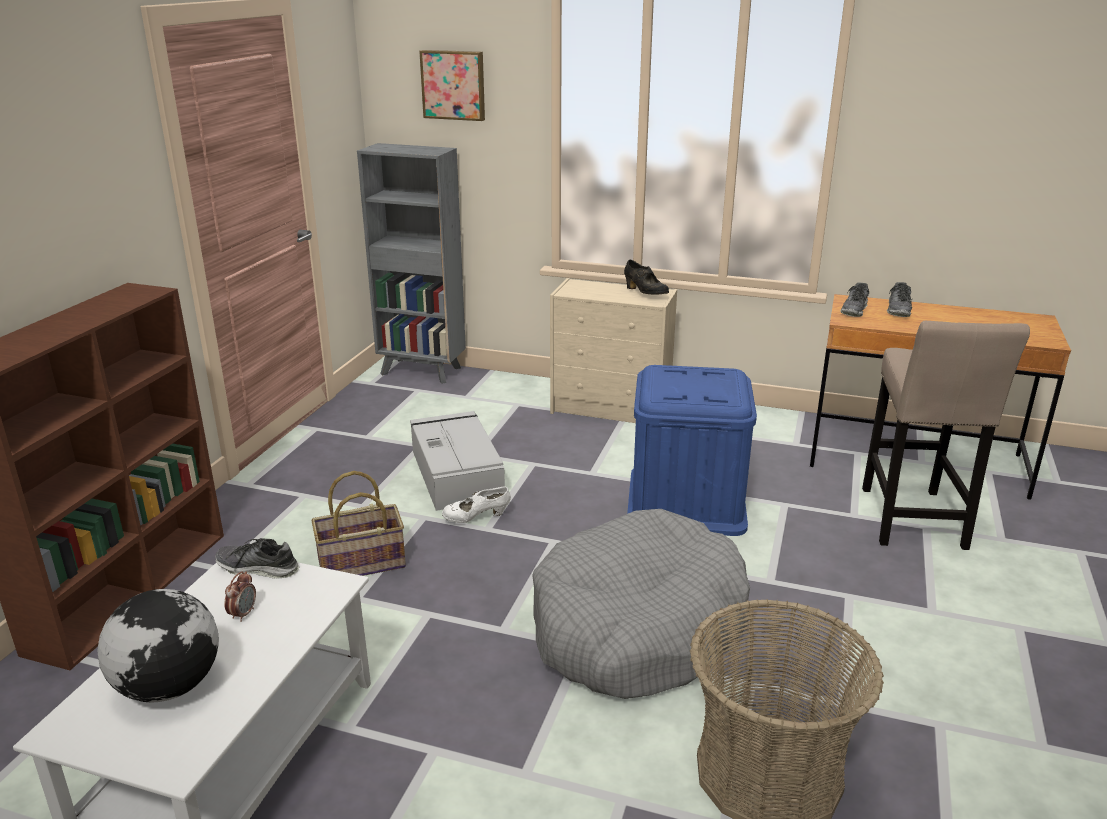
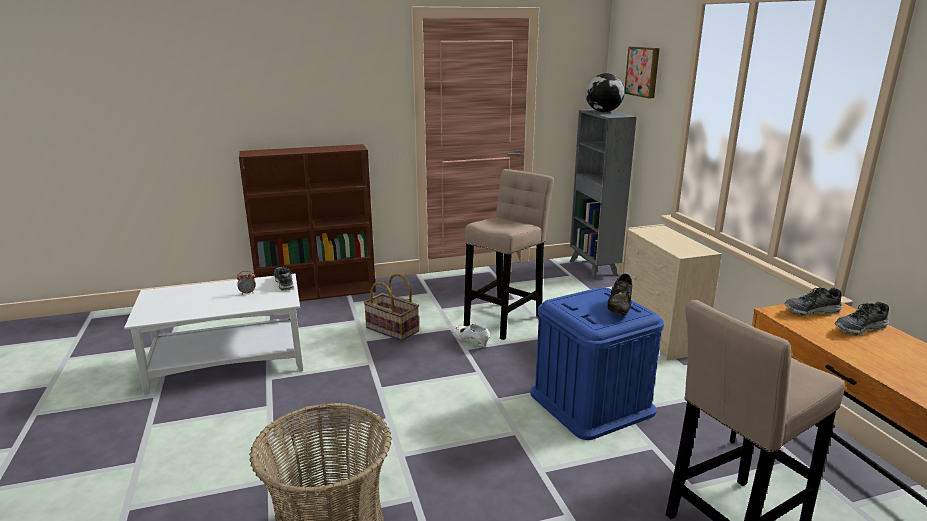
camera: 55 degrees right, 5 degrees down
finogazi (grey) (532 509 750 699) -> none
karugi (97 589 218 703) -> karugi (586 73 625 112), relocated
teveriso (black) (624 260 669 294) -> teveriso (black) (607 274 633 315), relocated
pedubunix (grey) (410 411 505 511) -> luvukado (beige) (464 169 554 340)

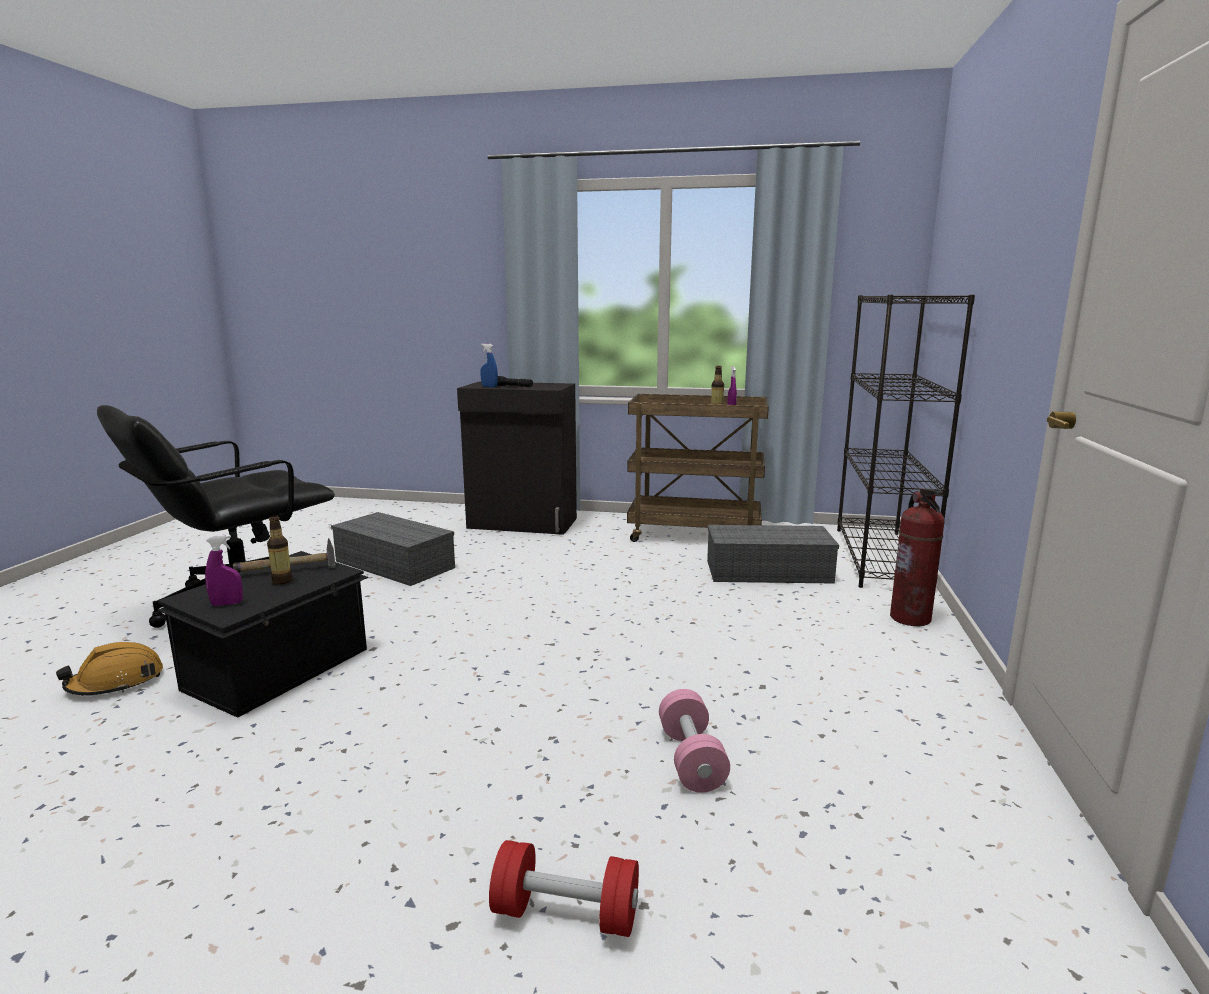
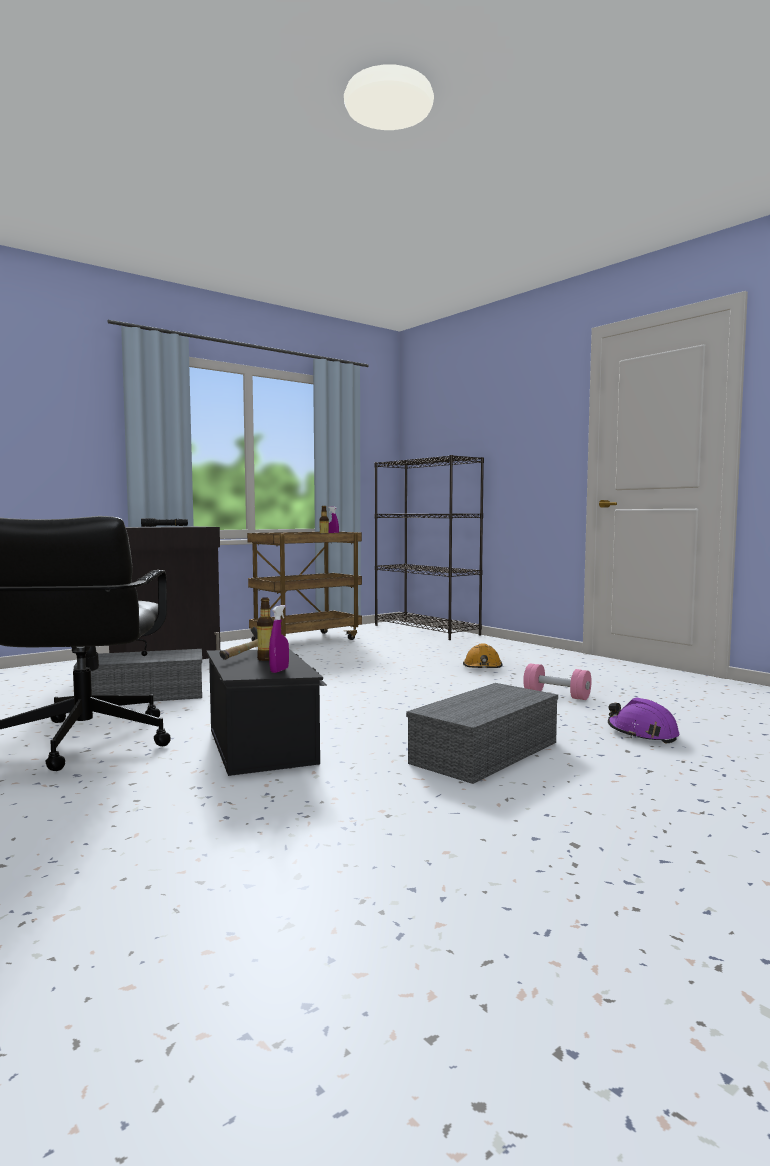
camera: 50 degrees left, 10 degrees down
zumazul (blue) (480 343 498 387) -> none
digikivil (890 489 945 626) -> none
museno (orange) (56 642 163 695) -> museno (orange) (463 643 502 668), relocated
pedubunix (grey) (707 525 839 584) -> pedubunix (grey) (406 683 558 784), relocated
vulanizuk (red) (489 840 639 937) -> museno (purple) (608 697 679 744)

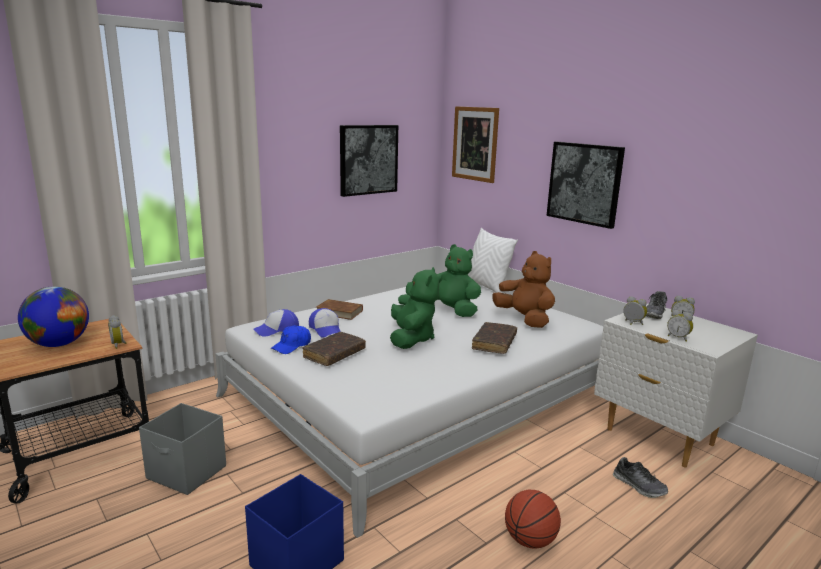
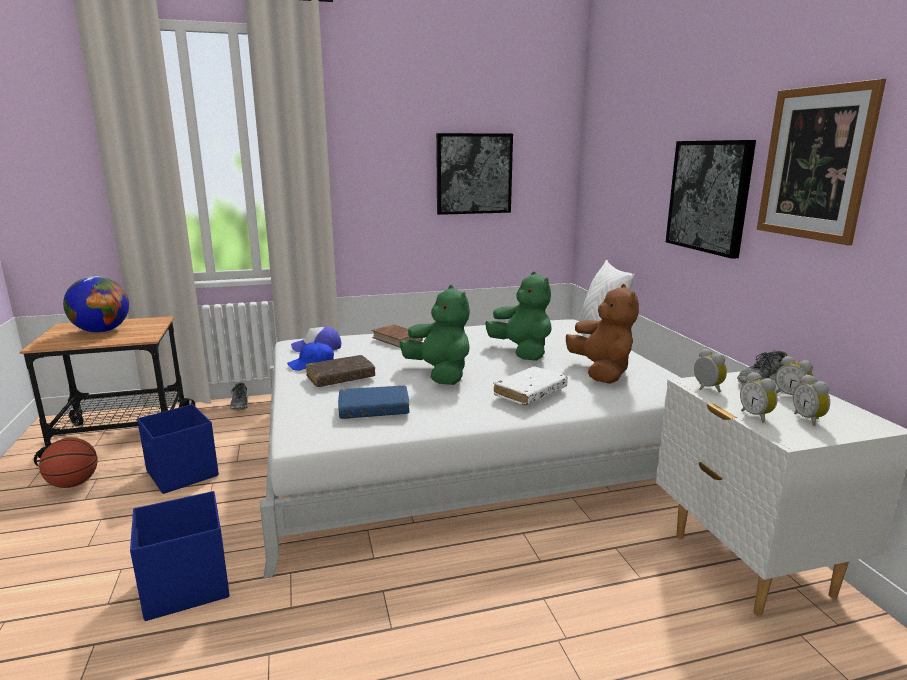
camera: 25 degrees right, 0 degrees up
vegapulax (309 308 341 338) -> none
none -> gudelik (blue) (338 386 410 419)
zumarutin (108 315 126 349) -> zumarutin (793 374 830 426), relocated
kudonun (452 106 499 183) -> kudonun (757 79 886 245), relocated
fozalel (505 490 561 549) -> fozalel (39 438 98 488), relocated
teveriso (613 457 668 498) -> teveriso (230 383 248 410), relocated
pedubunix (grey) (139 403 226 495) -> pedubunix (blue) (137 404 219 494)
gudelik (brown) (472 322 517 354) -> gudelik (white) (493 366 568 405)
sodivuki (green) (390 267 439 349) -> sodivuki (green) (399 285 470 385), 60 degrees counterclockwise

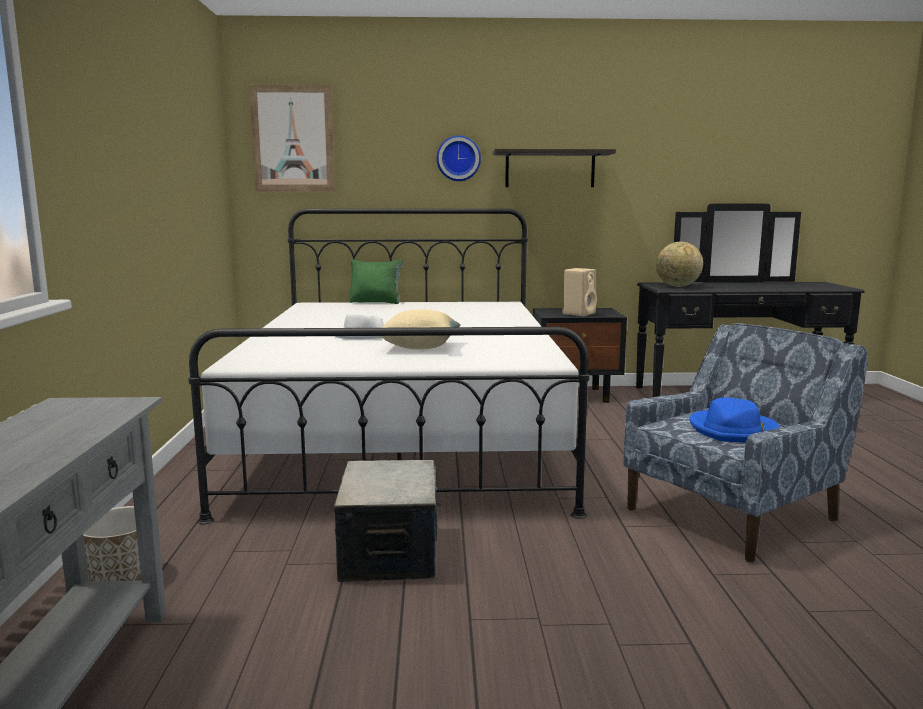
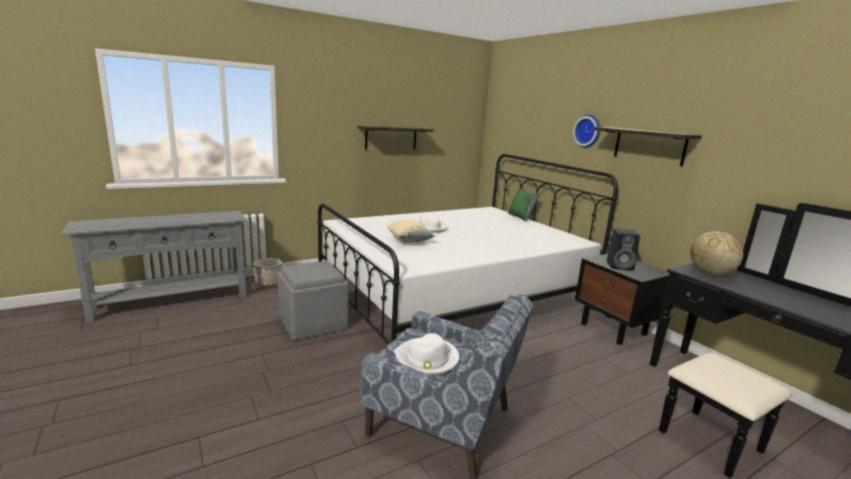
camera: 60 degrees right, 5 degrees up
kudonun (249 85 335 192) -> none
none -> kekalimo (358 126 433 149)
pedubunix (334 460 441 582) -> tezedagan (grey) (277 261 349 340)
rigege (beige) (562 268 597 316) -> rigege (black) (607 228 640 271)
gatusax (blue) (690 397 780 442) -> gatusax (white) (394 333 460 375)

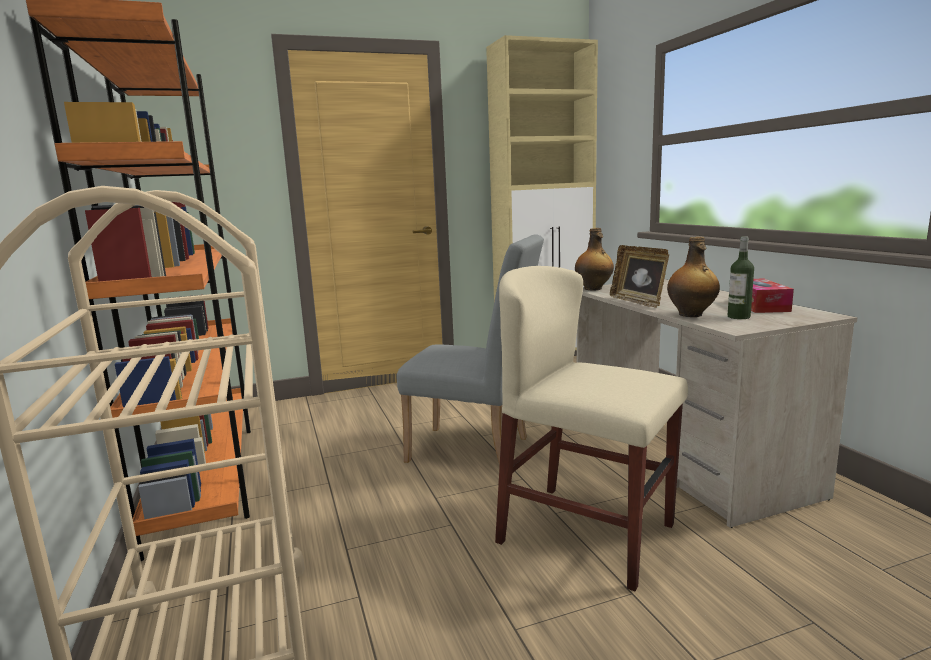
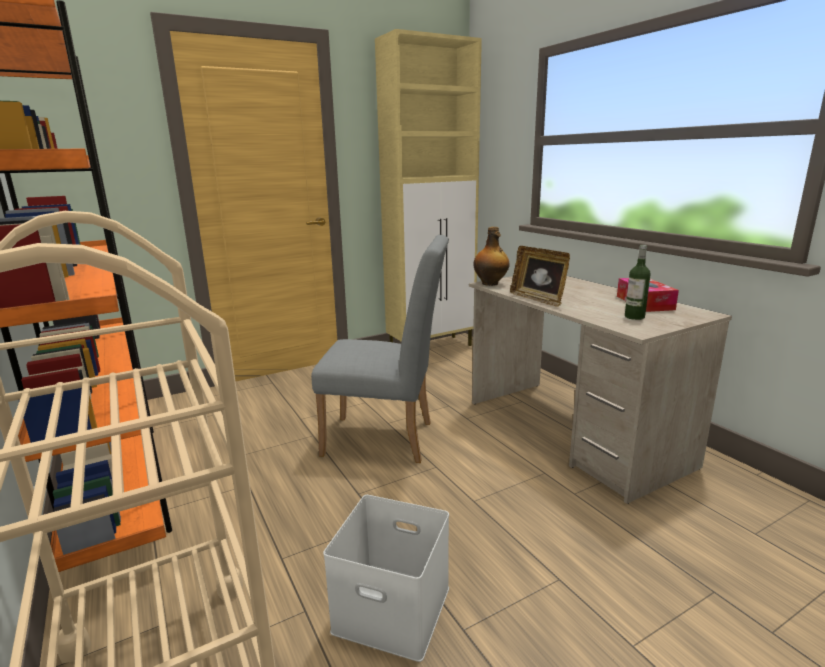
camera: 10 degrees left, 5 degrees up
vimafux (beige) (495 266 688 591) -> none
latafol (667 237 720 317) -> none
none -> pedubunix (white) (323 495 449 662)

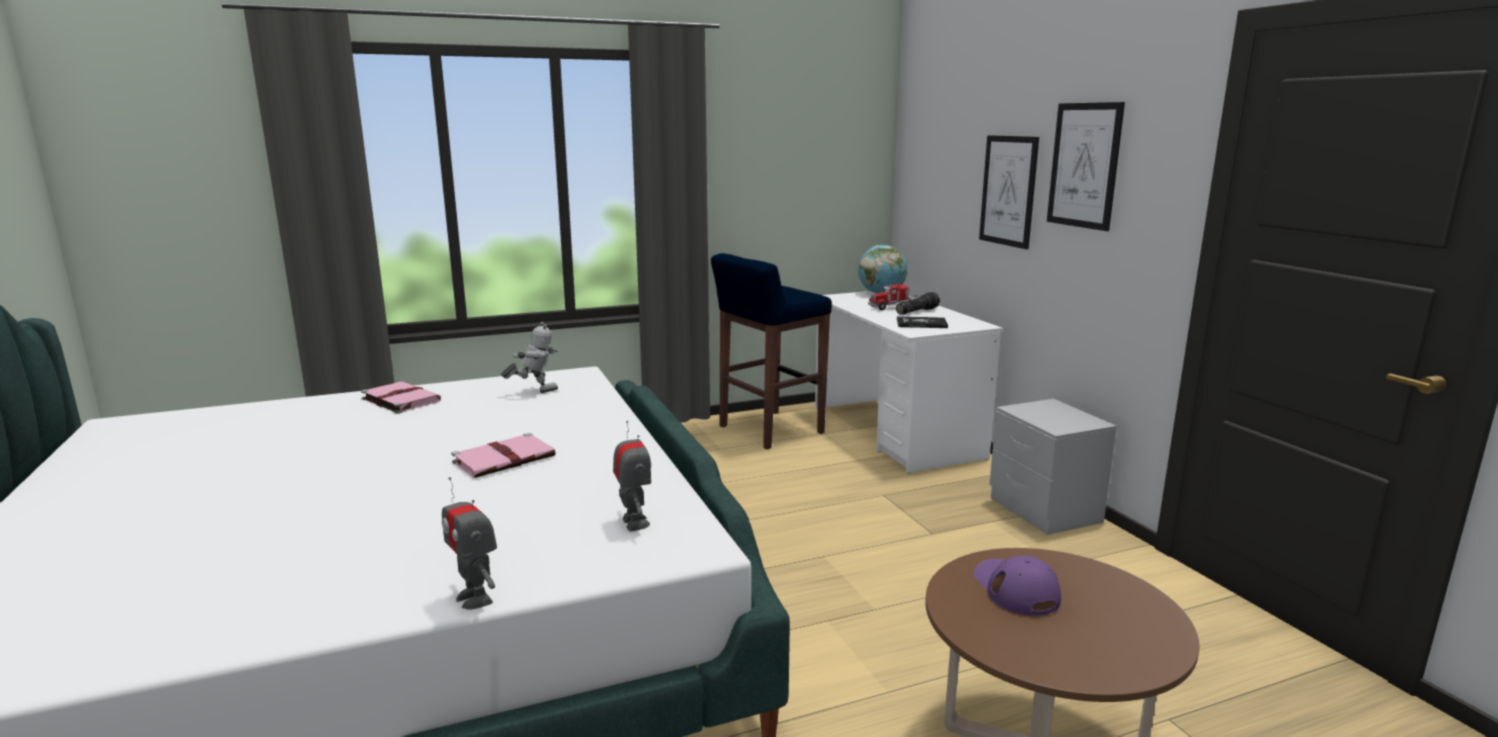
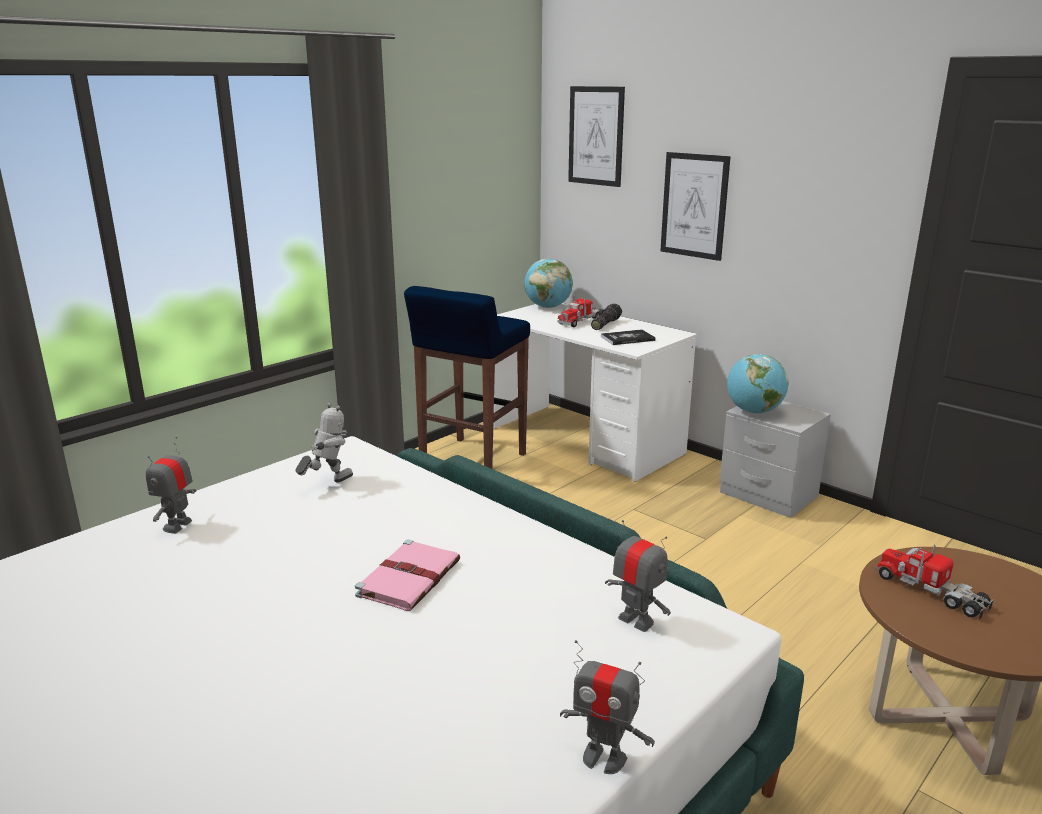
camera: 25 degrees left, 5 degrees up
none -> karugi (727 354 789 414)
kudonun (1047 102 1125 231) -> kudonun (568 86 625 187), relocated
gudelik (pink) (361 382 441 414) -> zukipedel (146 437 196 534)
vegapulax (purple) (973 556 1061 616) -> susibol (875 544 994 621)

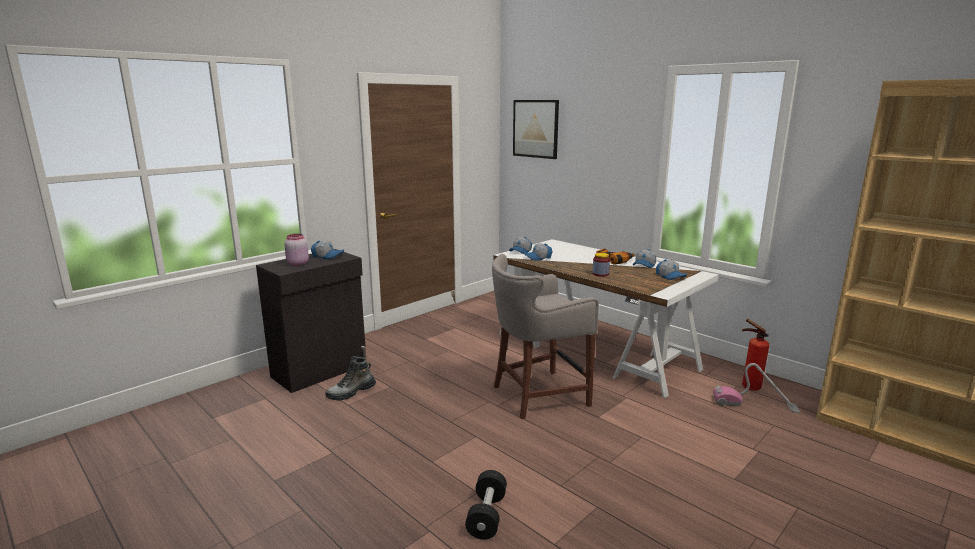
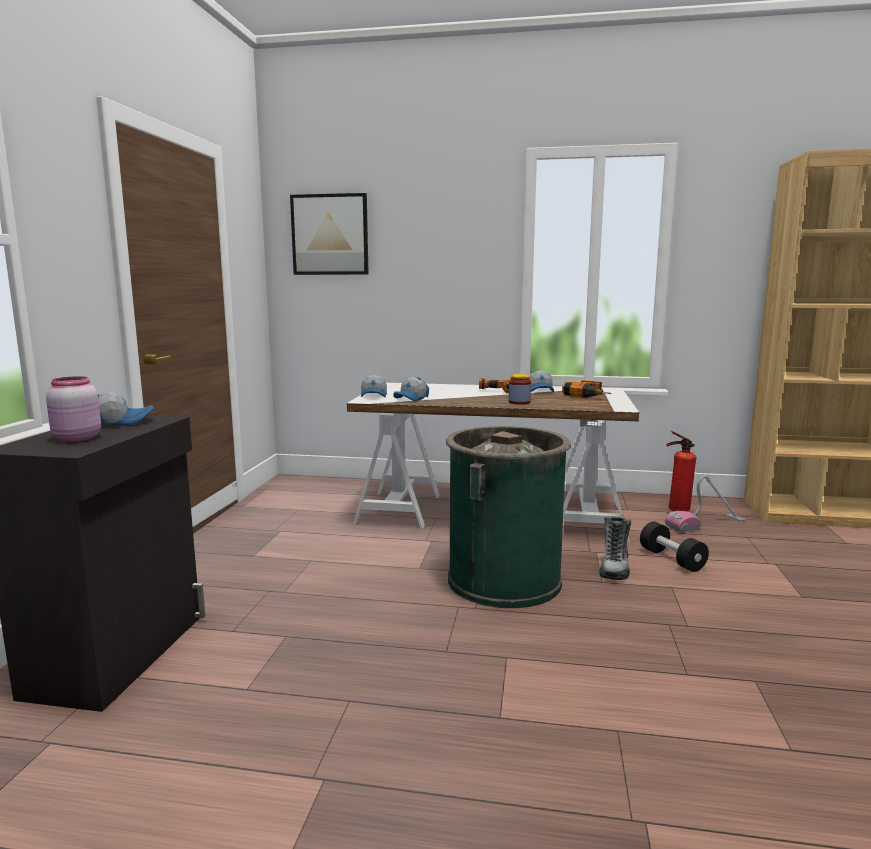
camera: 35 degrees left, 5 degrees down
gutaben (325 356 376 401) -> gutaben (599 517 631 580), relocated
vulanizuk (black) (465 470 507 540) -> vulanizuk (black) (640 522 709 572), relocated
luvukado (grey) (492 254 599 419) -> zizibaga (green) (446 426 571 608)
vegapulax (656 259 687 280) -> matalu (562 380 611 398)

